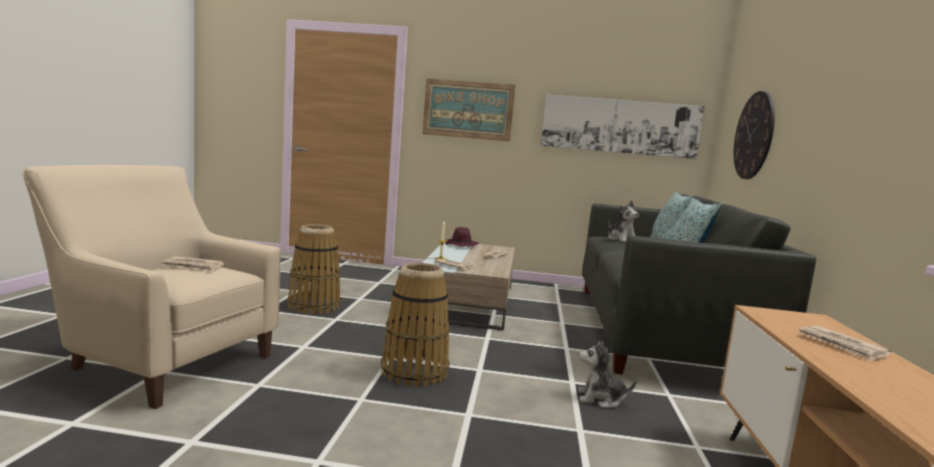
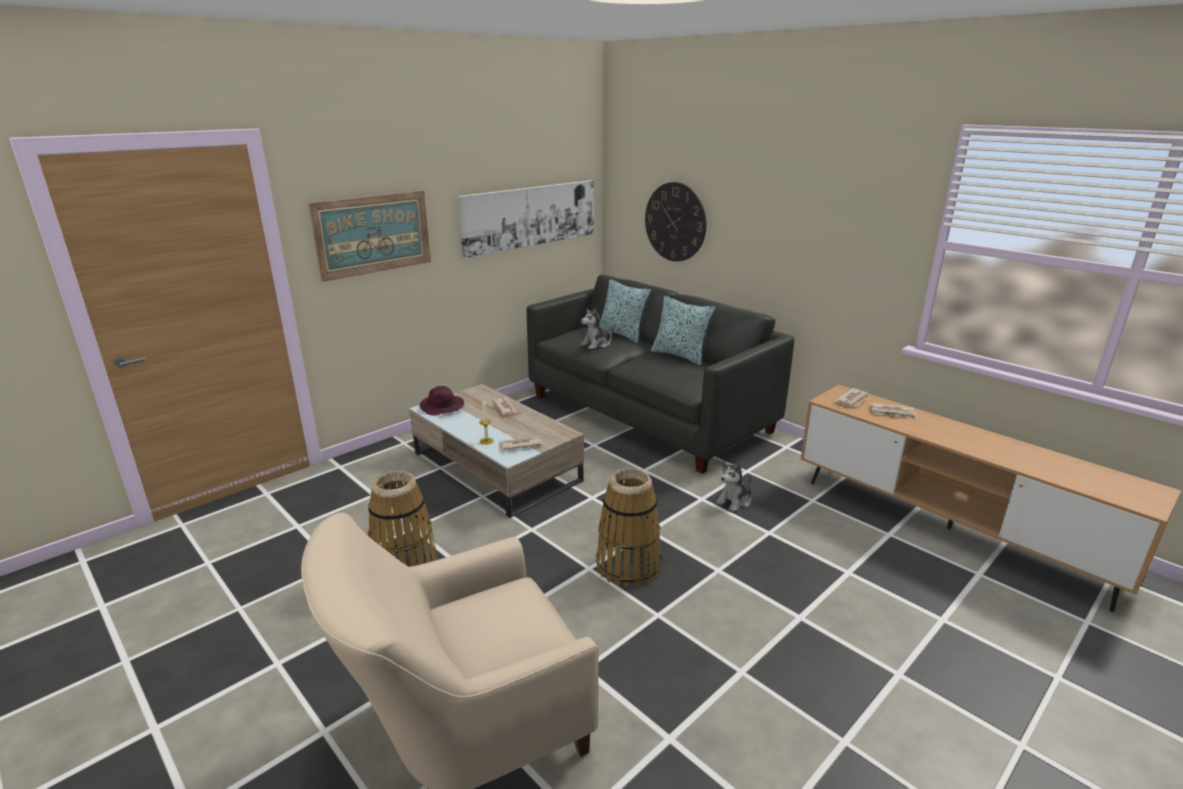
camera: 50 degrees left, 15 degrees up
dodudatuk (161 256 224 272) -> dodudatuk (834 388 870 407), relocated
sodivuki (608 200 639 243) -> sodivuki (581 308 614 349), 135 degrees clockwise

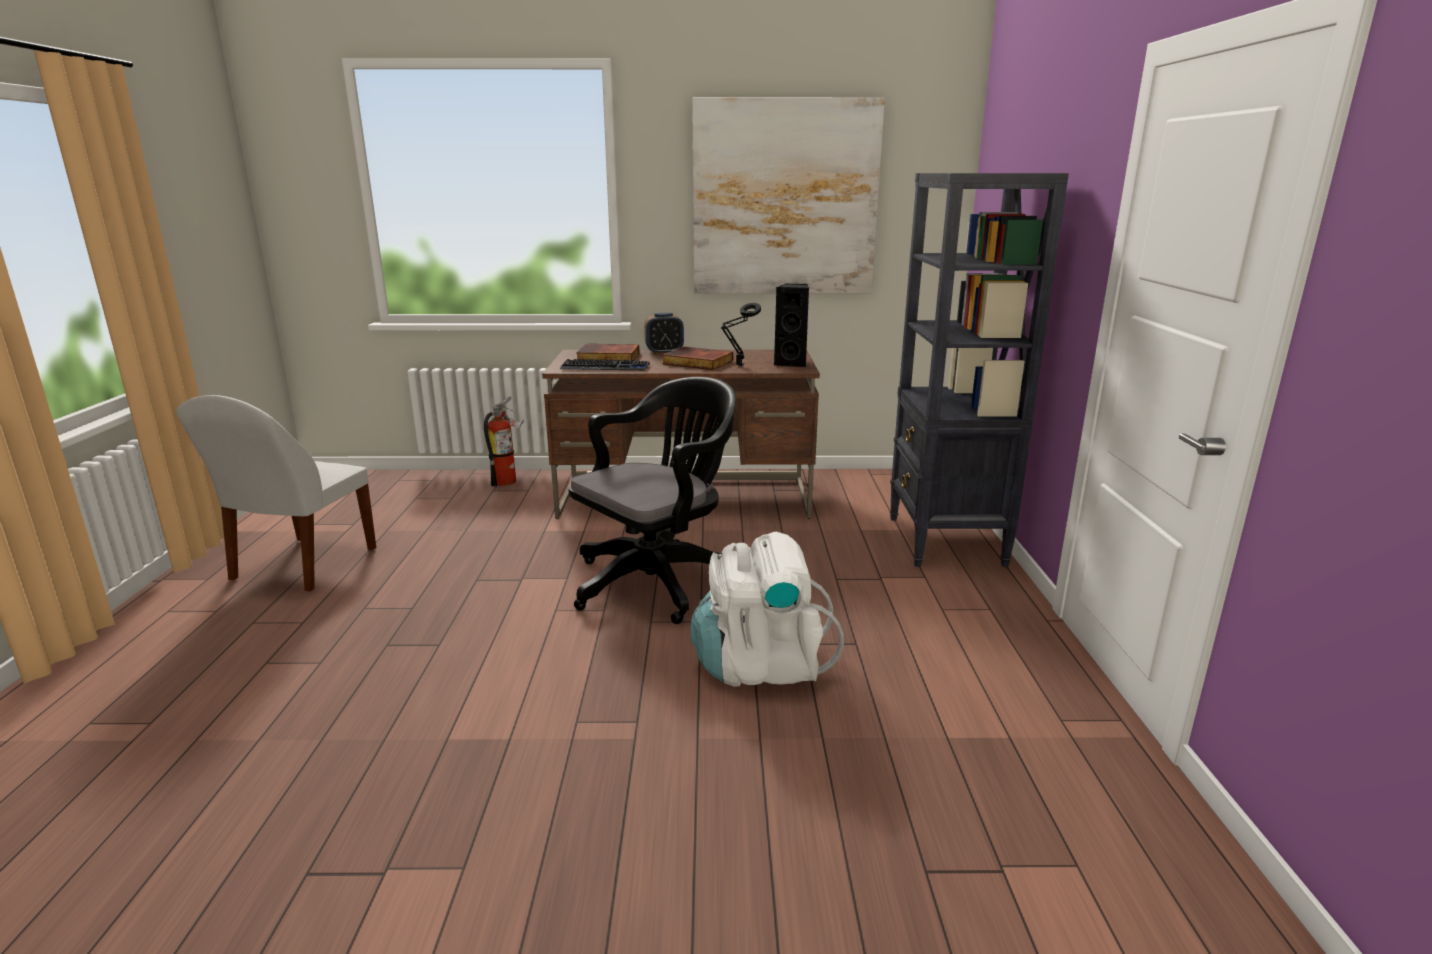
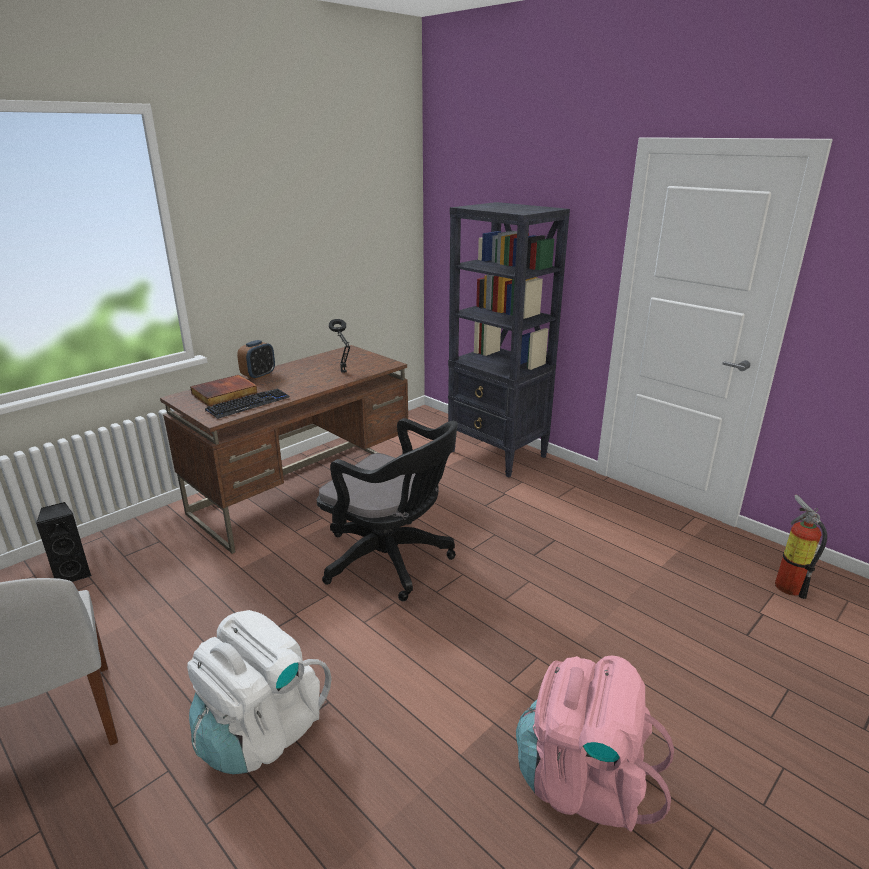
camera: 45 degrees left, 5 degrees up
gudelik (662 347 733 370) -> none
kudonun (692 97 885 294) -> none
none -> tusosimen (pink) (516 655 674 831)
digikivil (484 396 524 486) -> digikivil (775 495 827 599), relocated
tusosimen (white) (691 532 844 687) -> tusosimen (white) (187 610 331 774), relocated
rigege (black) (774 284 809 367) -> rigege (black) (36 502 92 582), relocated
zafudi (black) (569 377 736 624) -> zafudi (black) (317 418 458 601), 120 degrees clockwise

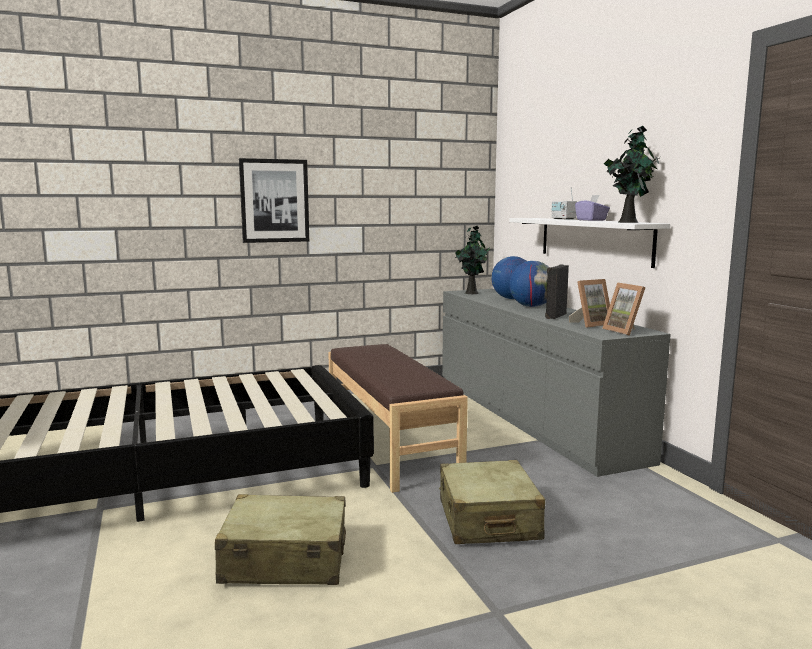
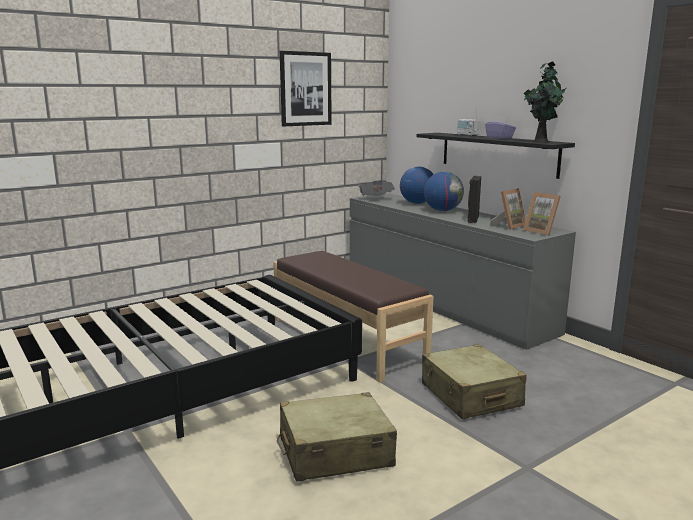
camera: 15 degrees left, 5 degrees up
kudonun (239 158 309 243) -> kudonun (280 51 332 127), relocated
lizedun (455 226 490 294) -> dodudatuk (359 180 395 196)
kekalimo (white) (509 218 670 268) -> kekalimo (black) (417 133 575 179)

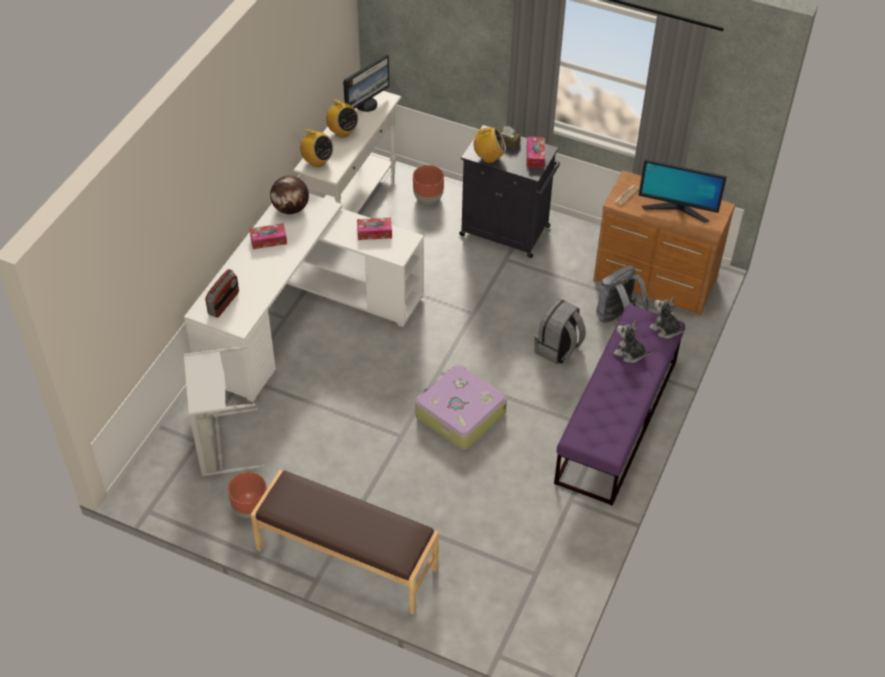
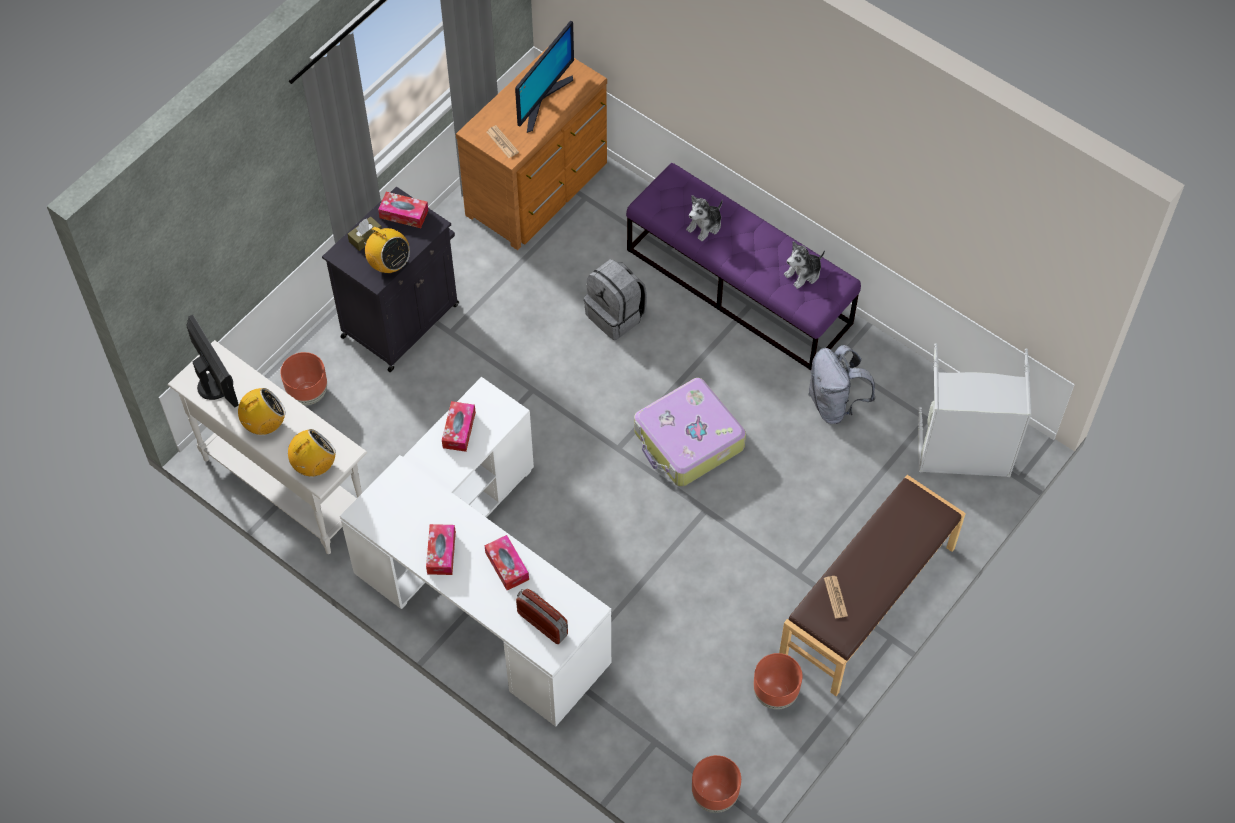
camera: 75 degrees left, 10 degrees up
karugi (270 176 309 214) -> none
none -> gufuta (484 535 529 590)
none -> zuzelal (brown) (692 755 741 813)
none -> dodudatuk (824 576 848 618)
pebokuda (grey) (184 346 265 476) -> pebokuda (grey) (918 343 1032 477), relocated
tusosimen (grey) (596 266 649 323) -> tusosimen (grey) (808 345 875 424), relocated
sodivuki (649 297 685 338) -> sodivuki (784 241 825 289), relocated
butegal (474 127 506 163) -> butegal (360 227 410 273), 120 degrees clockwise

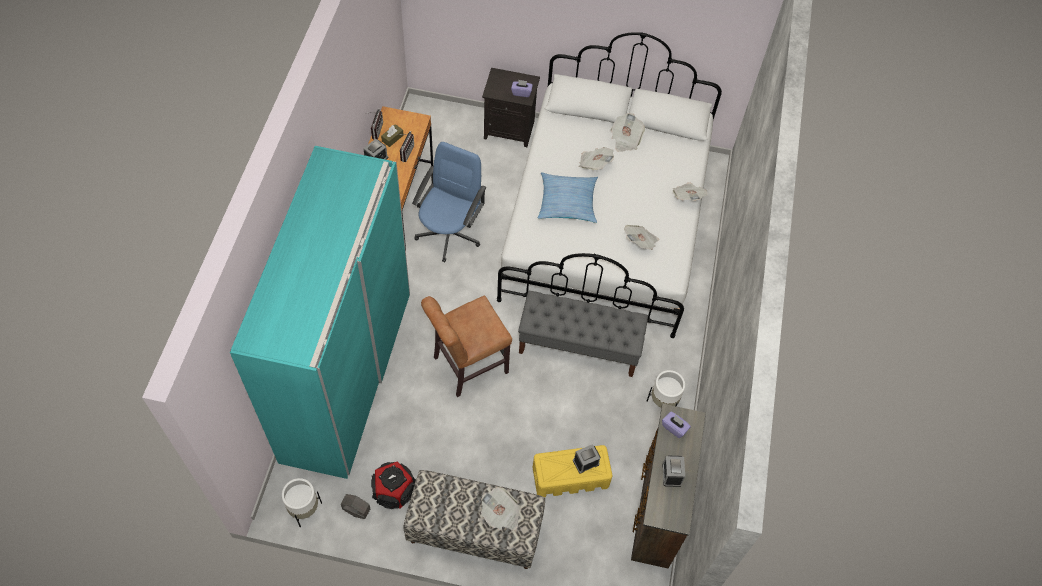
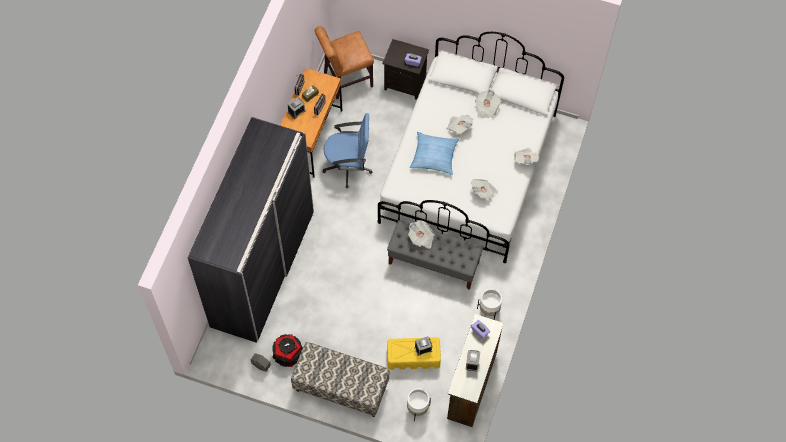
camera: 10 degrees right, 5 degrees up
zuzelal (white) (282 478 322 527) -> zuzelal (white) (407 388 431 421), relocated
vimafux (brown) (421 295 512 397) -> vimafux (brown) (315 26 374 99), relocated
dodudatuk (481 487 521 531) -> dodudatuk (408 220 435 249), relocated
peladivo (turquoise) (230 146 410 479) -> peladivo (grey) (187 117 314 343)
zafudi (blue) (412 142 486 262) -> zafudi (blue) (323 113 373 189), 60 degrees clockwise

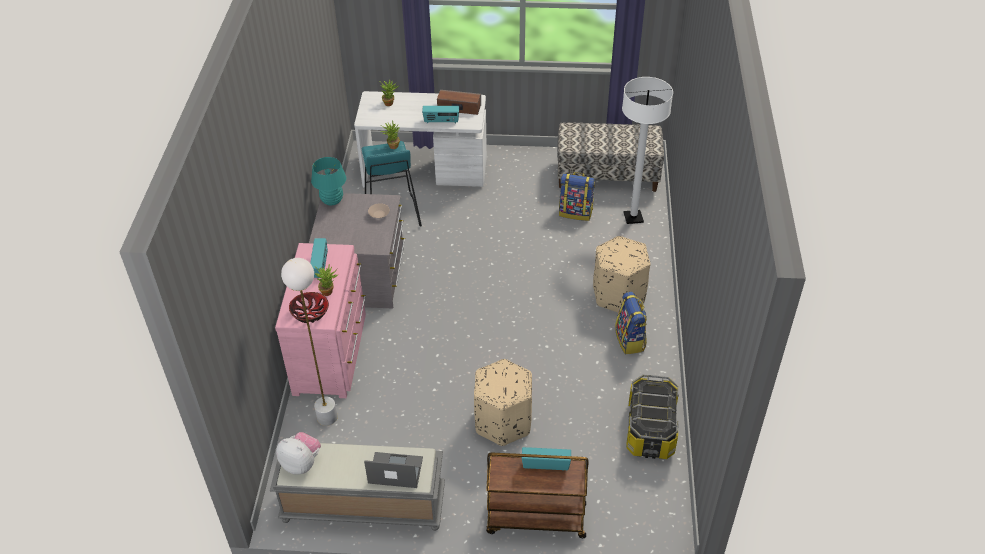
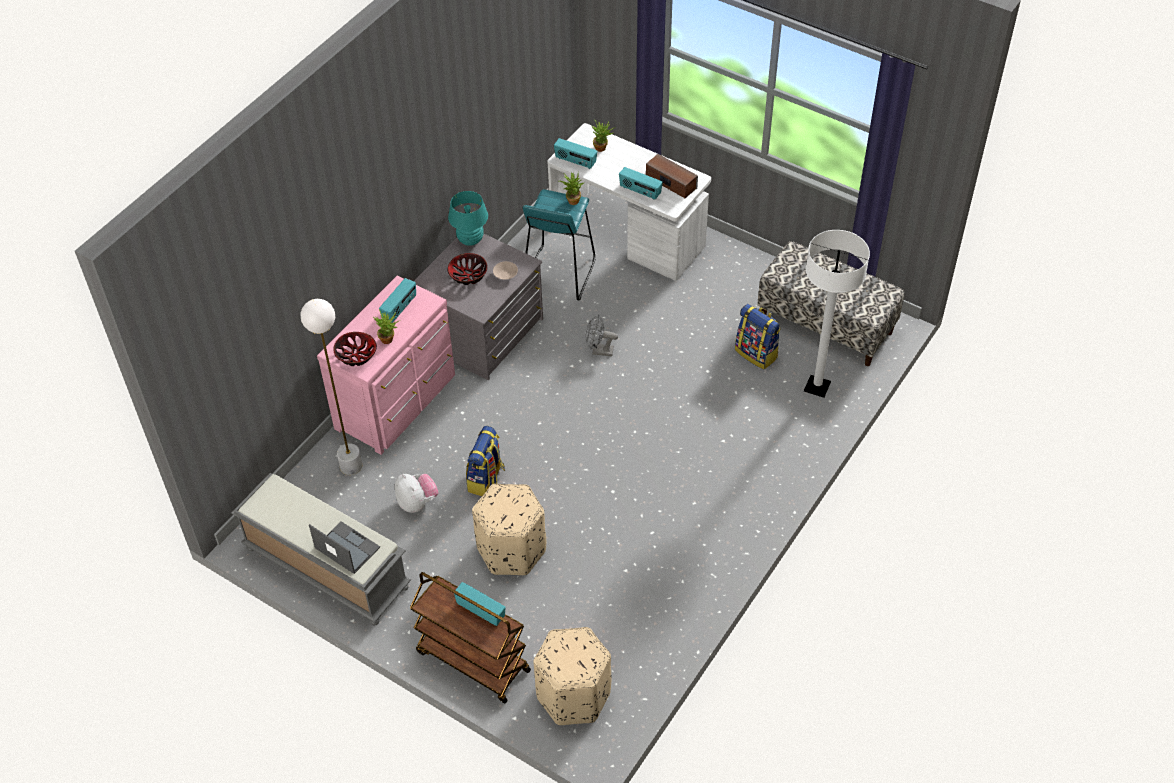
camera: 30 degrees right, 5 degrees up
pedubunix (626 375 679 459) -> none
none -> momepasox (448 253 488 285)
none -> butegal (554 138 597 169)
none -> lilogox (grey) (586 315 618 356)
sodivuki (276 432 321 475) -> sodivuki (395 474 438 513), relocated
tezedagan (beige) (593 236 650 312) -> tezedagan (beige) (533 627 612 725), relocated
tusosimen (615 292 647 354) -> tusosimen (466 426 505 496), relocated

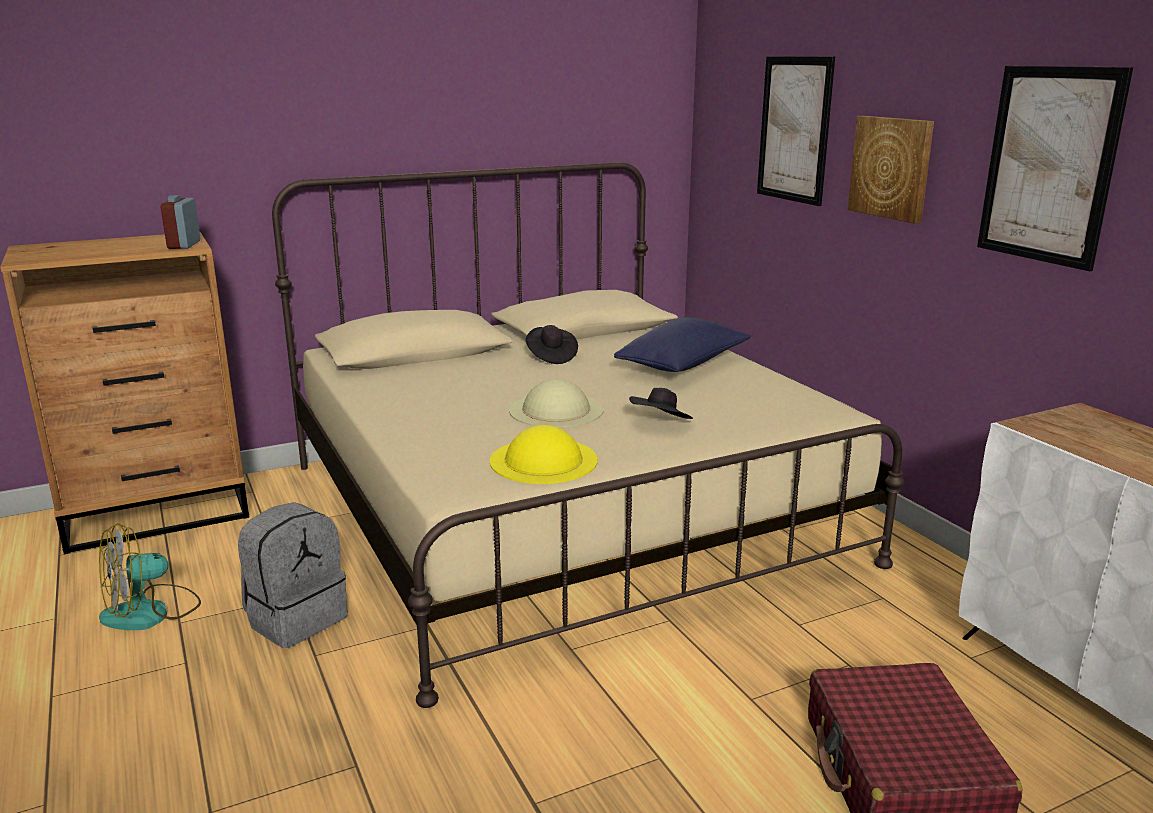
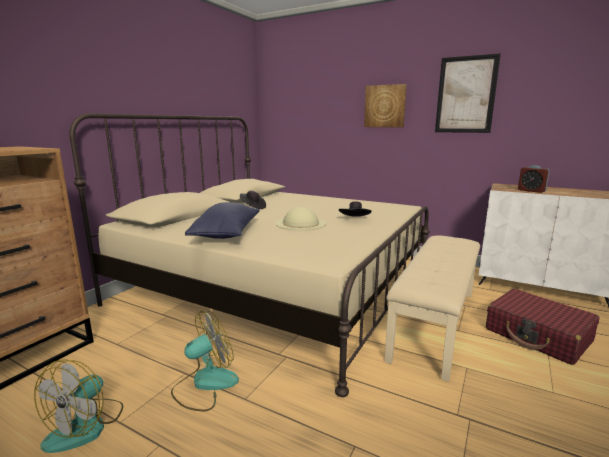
camera: 35 degrees left, 5 degrees down
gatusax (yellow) (490 425 598 484) -> none
kudonun (757 56 835 206) -> none
none -> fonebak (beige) (384 236 480 382)
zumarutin (161 195 200 249) -> zumarutin (518 165 550 193), relocated
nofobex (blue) (614 318 751 372) -> nofobex (blue) (185 202 260 239), relocated
tusosimen (grey) (238 502 347 648) -> lilogox (171 311 239 411)

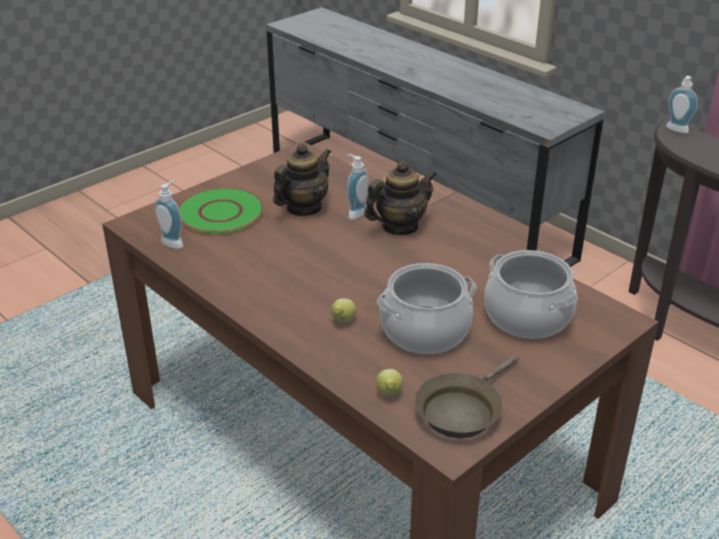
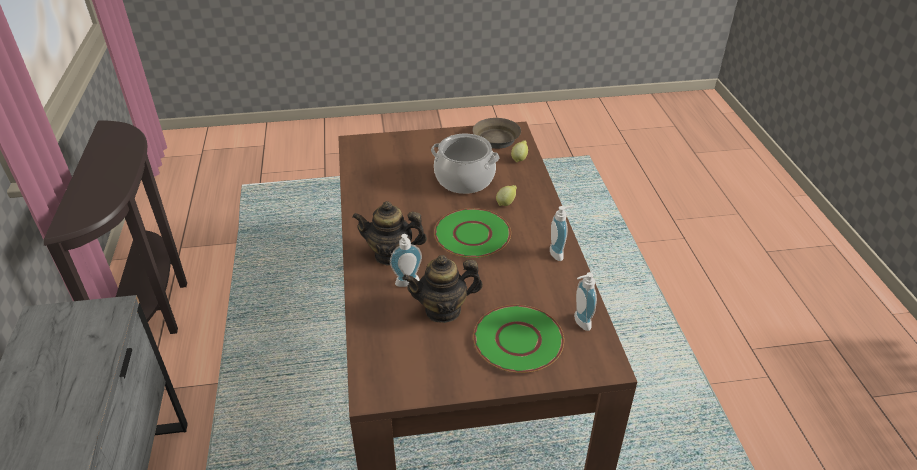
camera: 145 degrees left, 5 degrees up
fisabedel (484 250 578 339) -> none
none -> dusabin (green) (434 208 511 258)
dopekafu (666 76 698 133) -> dopekafu (550 206 574 261), relocated

